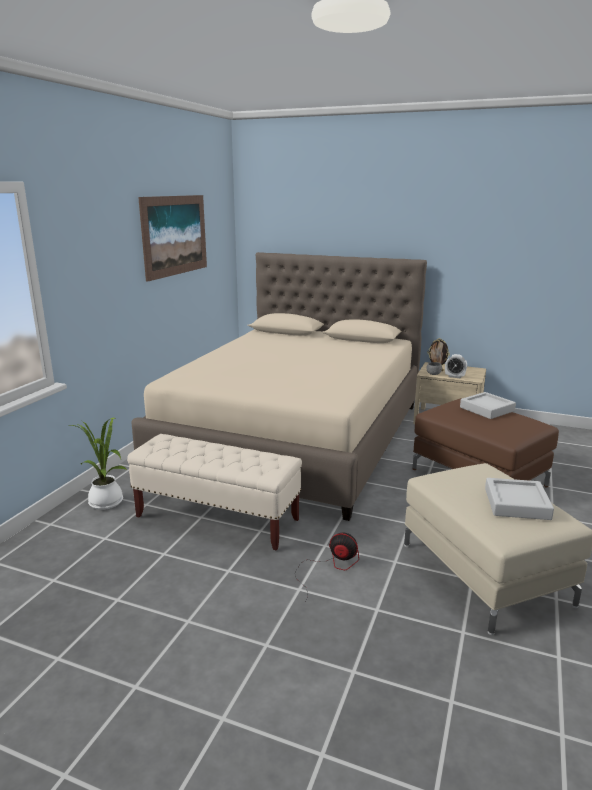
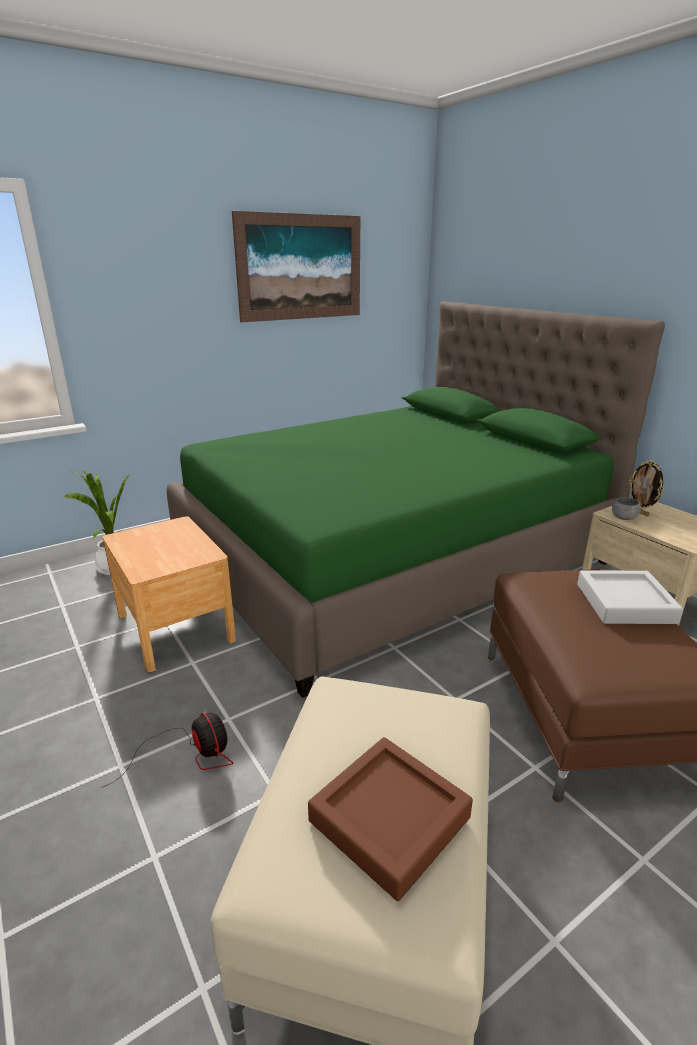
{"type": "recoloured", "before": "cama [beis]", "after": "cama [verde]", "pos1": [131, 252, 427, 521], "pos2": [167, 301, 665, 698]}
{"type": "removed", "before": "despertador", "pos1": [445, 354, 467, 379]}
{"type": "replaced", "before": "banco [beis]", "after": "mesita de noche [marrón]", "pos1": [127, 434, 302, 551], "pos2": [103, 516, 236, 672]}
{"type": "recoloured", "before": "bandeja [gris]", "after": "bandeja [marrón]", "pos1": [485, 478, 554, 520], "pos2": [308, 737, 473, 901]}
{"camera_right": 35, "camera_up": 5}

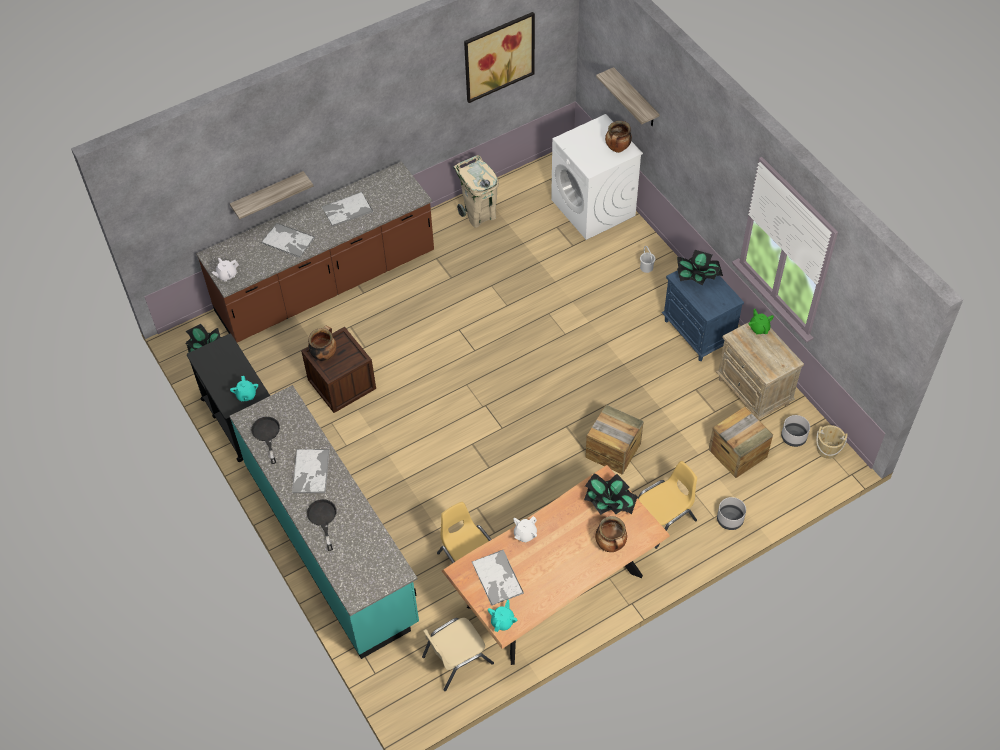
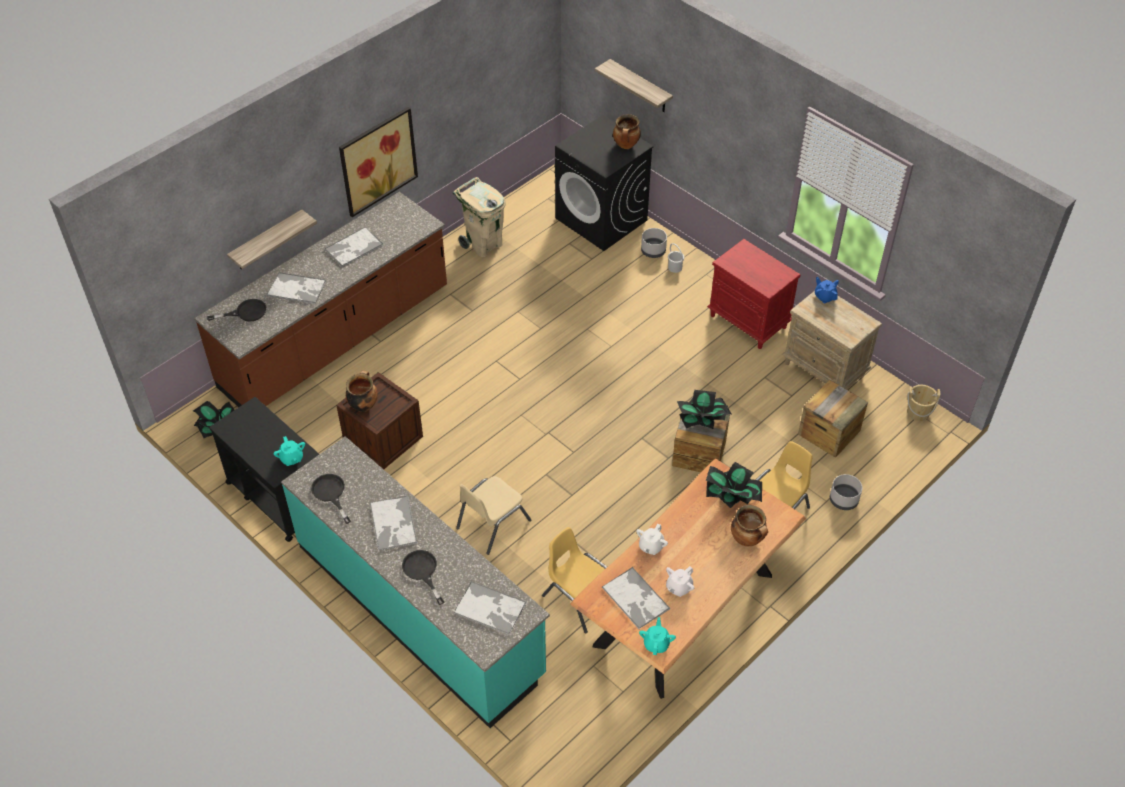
{"type": "moved", "before": "cuadro", "pos1": [464, 12, 535, 103], "pos2": [339, 107, 418, 217]}
{"type": "recoloured", "before": "lavadora [blanco]", "after": "lavadora [negro]", "pos1": [551, 114, 643, 240], "pos2": [555, 115, 654, 251]}
{"type": "moved", "before": "planta en maceta", "pos1": [677, 250, 723, 285], "pos2": [677, 390, 731, 429]}
{"type": "moved", "before": "tetera [blanco]", "pos1": [212, 258, 239, 281], "pos2": [666, 566, 694, 597]}
{"type": "recoloured", "before": "mesita de noche [azul]", "after": "mesita de noche [rojo]", "pos1": [662, 270, 744, 361], "pos2": [707, 239, 800, 349]}
{"type": "recoloured", "before": "tetera [verde]", "after": "tetera [azul]", "pos1": [748, 309, 774, 335], "pos2": [815, 277, 839, 303]}
{"type": "moved", "before": "maceta [gris]", "pos1": [781, 415, 810, 447], "pos2": [641, 228, 667, 258]}
{"type": "moved", "before": "silla [beis]", "pos1": [422, 618, 494, 691], "pos2": [456, 476, 531, 555]}
{"type": "added", "after": "sartén [negro]", "pos2": [207, 299, 266, 322]}
{"type": "added", "after": "bandeja", "pos2": [454, 581, 527, 635]}
{"camera_right": -15, "camera_up": -5}

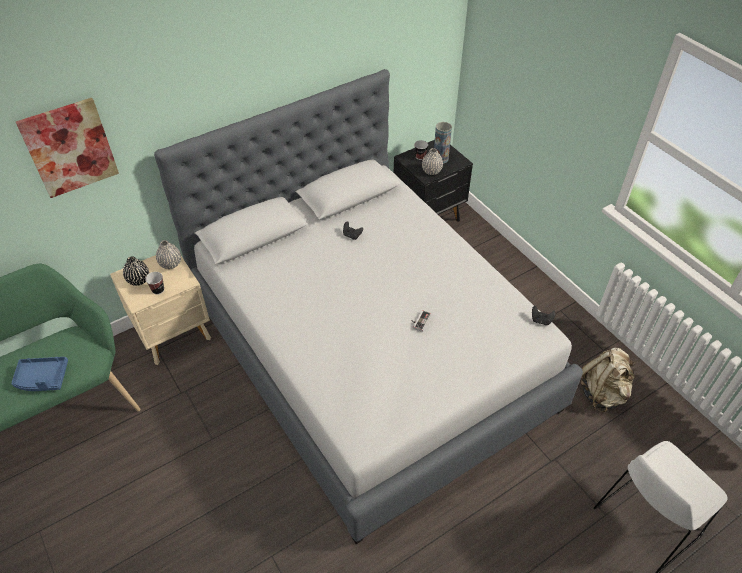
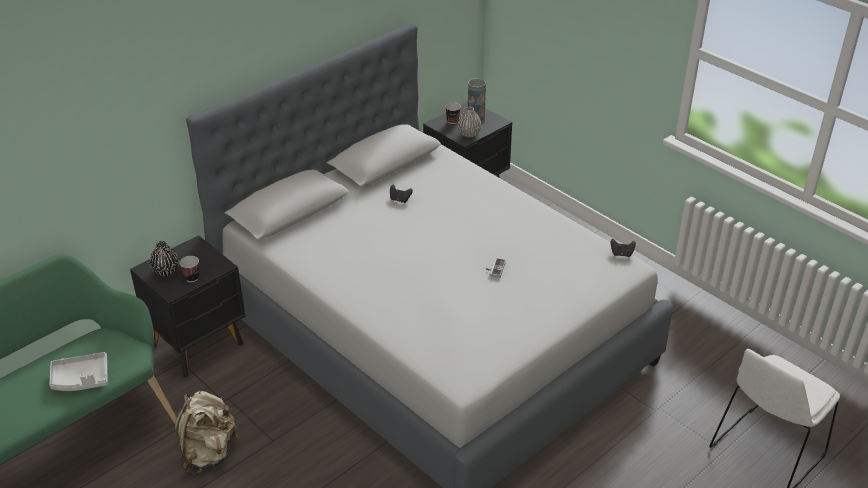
{"type": "removed", "before": "cuadro", "pos1": [16, 98, 119, 198]}
{"type": "removed", "before": "florero [gris]", "pos1": [156, 240, 181, 269]}
{"type": "recoloured", "before": "mesita de noche [beis]", "after": "mesita de noche [negro]", "pos1": [110, 255, 211, 365], "pos2": [130, 235, 245, 377]}
{"type": "moved", "before": "mochila [beis]", "pos1": [581, 348, 635, 412], "pos2": [175, 391, 239, 474]}
{"type": "recoloured", "before": "bandeja [azul]", "after": "bandeja [gris]", "pos1": [12, 357, 68, 391], "pos2": [49, 352, 108, 391]}
{"camera_right": -10, "camera_up": -10}

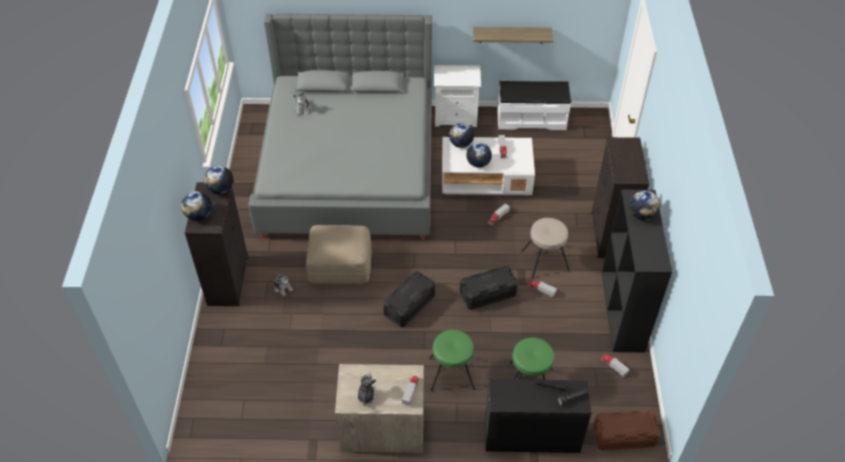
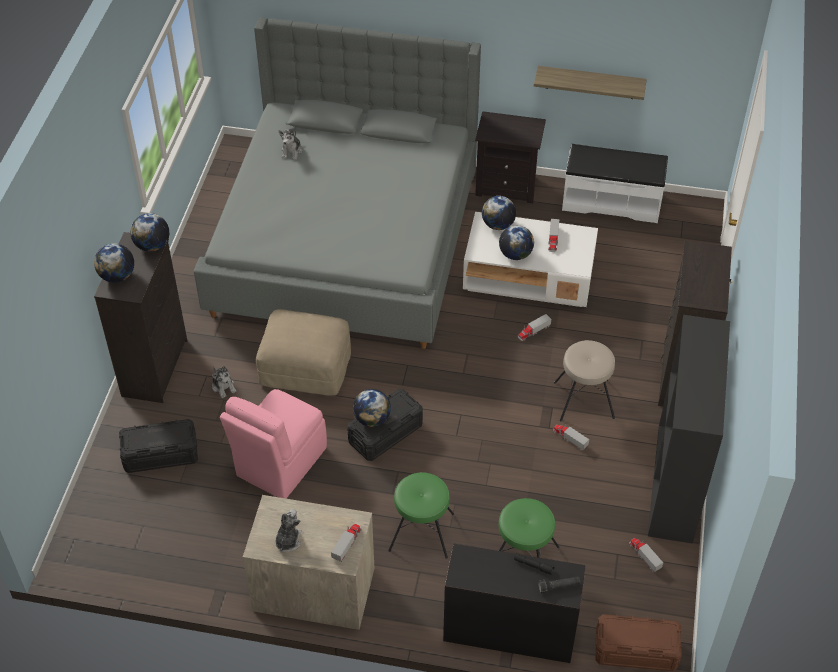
{"type": "recoloured", "before": "mesita de noche [blanco]", "after": "mesita de noche [negro]", "pos1": [434, 65, 481, 127], "pos2": [475, 111, 546, 203]}
{"type": "moved", "before": "globo terráqueo", "pos1": [629, 190, 660, 221], "pos2": [353, 389, 391, 427]}
{"type": "moved", "before": "caja de almacenaje [negro]", "pos1": [460, 266, 518, 310], "pos2": [119, 419, 198, 473]}
{"type": "added", "after": "silla [rosa]", "pos2": [220, 389, 327, 498]}
{"camera_right": 10, "camera_up": 0}

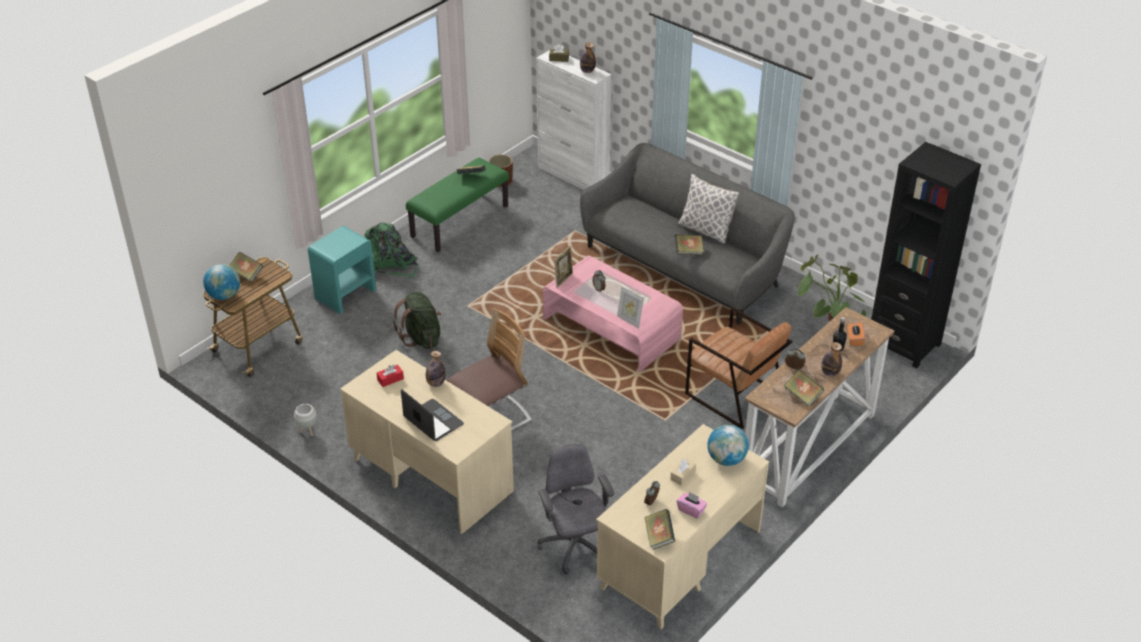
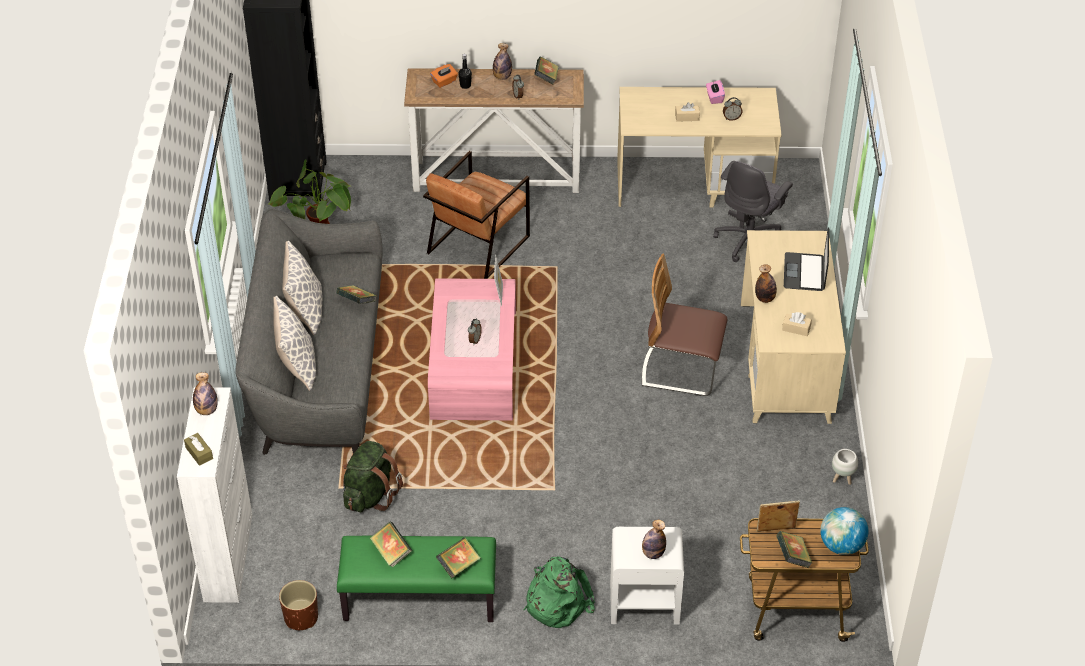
{"type": "recoloured", "before": "mesita de noche [turquesa]", "after": "mesita de noche [blanco]", "pos1": [308, 226, 376, 314], "pos2": [610, 527, 684, 625]}
{"type": "moved", "before": "portarretratos", "pos1": [554, 246, 573, 288], "pos2": [757, 501, 800, 532]}
{"type": "moved", "before": "mochila [verde]", "pos1": [393, 292, 441, 349], "pos2": [343, 441, 403, 512]}
{"type": "turned", "before": "sillón [marrón]", "pos1": [685, 307, 792, 429], "pos2": [423, 151, 530, 279], "turn": -150}
{"type": "recoloured", "before": "caja de pañuelos [rojo]", "after": "caja de pañuelos [beis]", "pos1": [377, 364, 404, 387], "pos2": [782, 312, 812, 336]}
{"type": "removed", "before": "globo terráqueo", "pos1": [707, 425, 749, 466]}
{"type": "moved", "before": "libro", "pos1": [644, 509, 675, 550], "pos2": [436, 537, 480, 579]}
{"type": "added", "after": "cojín", "pos2": [273, 296, 316, 391]}
{"type": "added", "after": "botella", "pos2": [642, 520, 666, 559]}
{"camera_right": -130, "camera_up": 5}

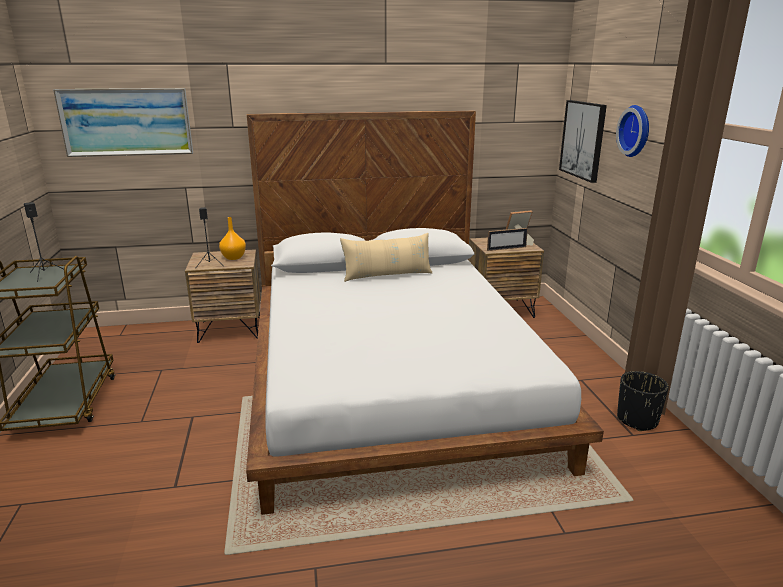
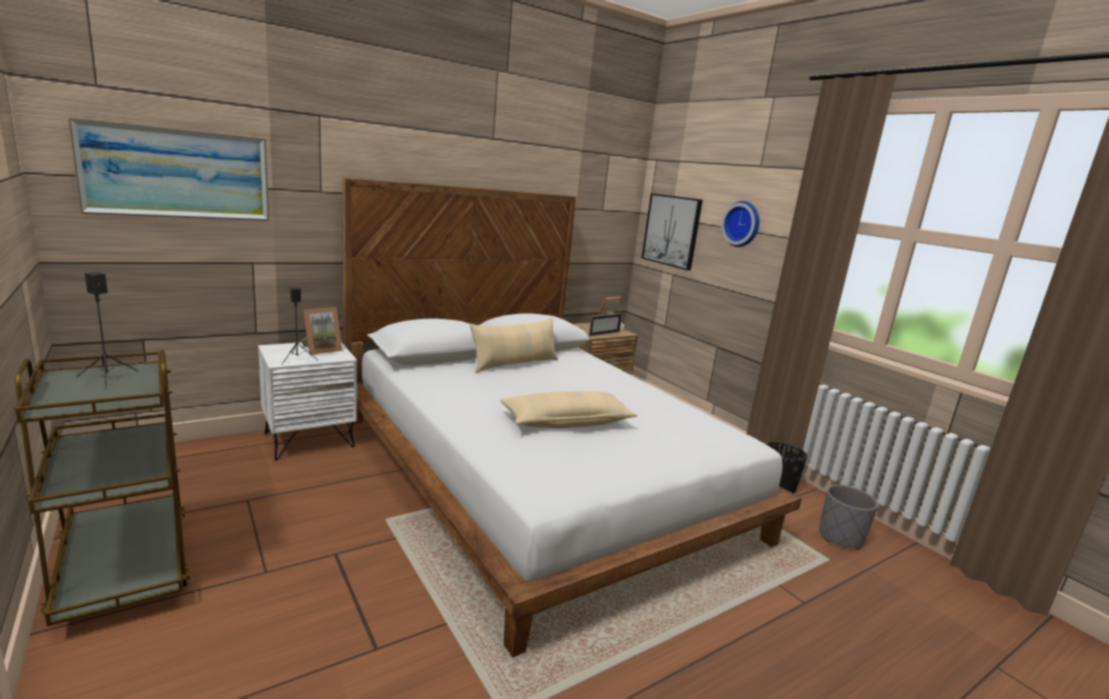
{"type": "replaced", "before": "florero [naranja]", "after": "portarretratos", "pos1": [219, 217, 246, 260], "pos2": [302, 307, 342, 355]}
{"type": "recoloured", "before": "mesita de noche [marrón]", "after": "mesita de noche [blanco]", "pos1": [185, 249, 260, 343], "pos2": [258, 342, 357, 460]}
{"type": "added", "after": "cojín [beis]", "pos2": [500, 391, 637, 428]}
{"type": "added", "after": "maceta [gris]", "pos2": [819, 485, 878, 550]}
{"camera_right": -25, "camera_up": -5}

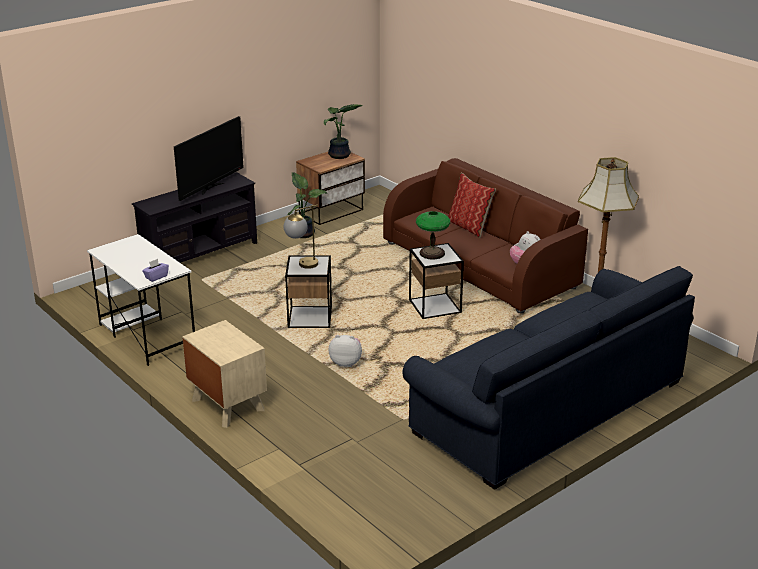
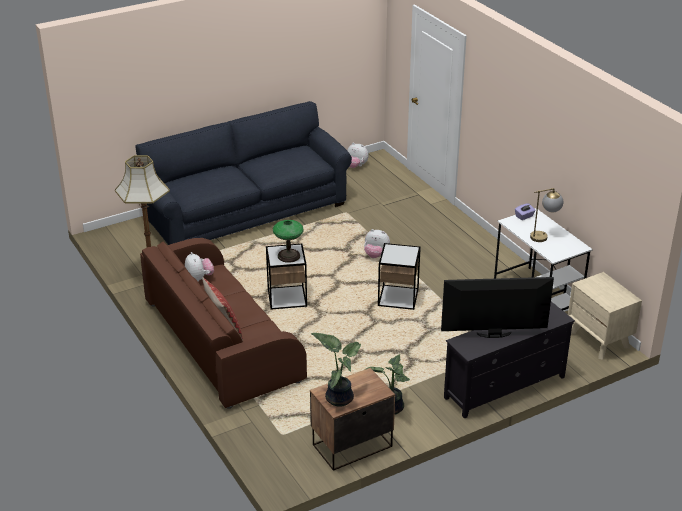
{"type": "turned", "before": "televisor", "pos1": [174, 116, 244, 201], "pos2": [441, 277, 554, 338], "turn": 45}
{"type": "moved", "before": "lámpara de mesa", "pos1": [284, 205, 318, 269], "pos2": [530, 188, 563, 242]}
{"type": "moved", "before": "mesita de noche [beis]", "pos1": [182, 320, 267, 428], "pos2": [568, 272, 642, 360]}
{"type": "added", "after": "peluche", "pos2": [347, 143, 369, 168]}
{"camera_right": -170, "camera_up": 5}

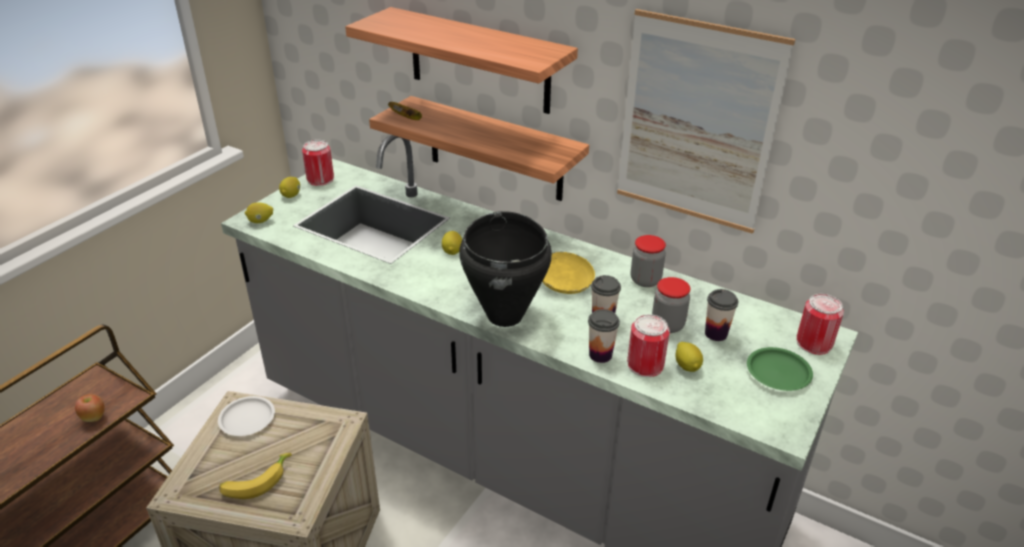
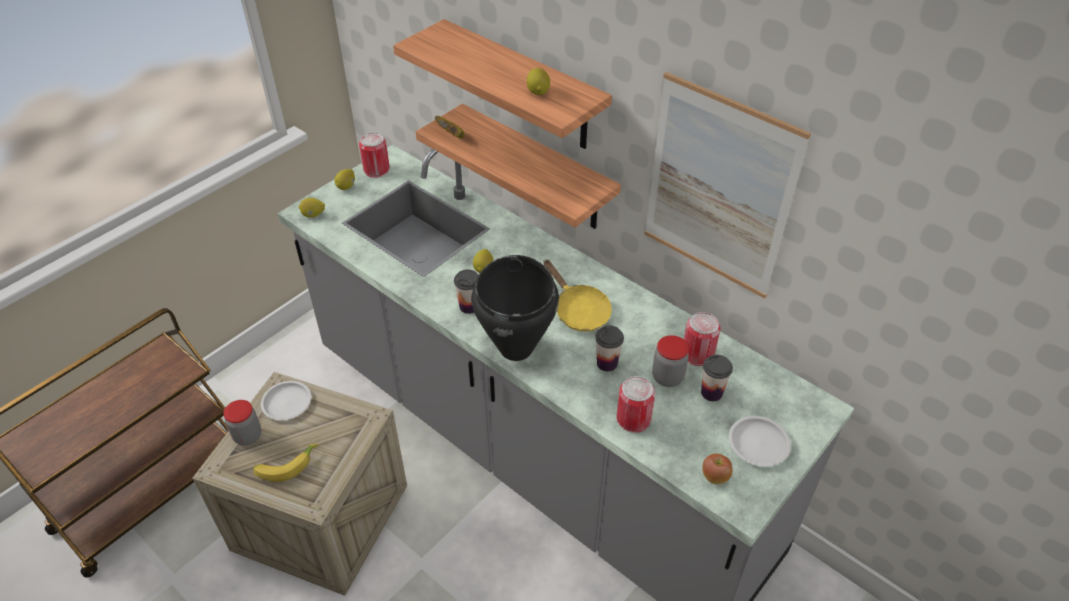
{"type": "moved", "before": "tarro", "pos1": [631, 235, 666, 287], "pos2": [223, 400, 261, 445]}
{"type": "moved", "before": "lata", "pos1": [797, 294, 844, 355], "pos2": [684, 312, 721, 366]}
{"type": "moved", "before": "taza", "pos1": [588, 309, 620, 363], "pos2": [454, 269, 479, 314]}
{"type": "moved", "before": "limón", "pos1": [675, 342, 703, 372], "pos2": [527, 68, 550, 95]}
{"type": "recoloured", "before": "plato [verde]", "after": "plato [blanco]", "pos1": [747, 347, 813, 391], "pos2": [729, 416, 791, 467]}
{"type": "moved", "before": "manzana", "pos1": [75, 394, 105, 422], "pos2": [702, 454, 732, 484]}
{"camera_right": 10, "camera_up": 10}

